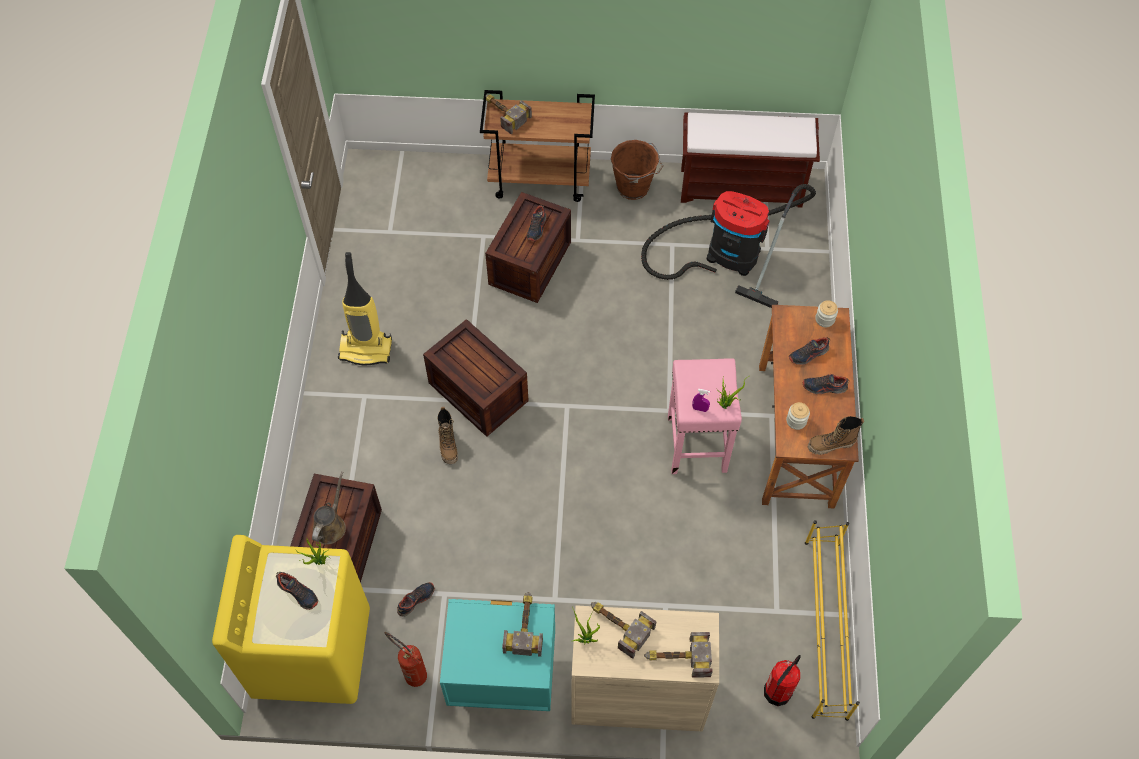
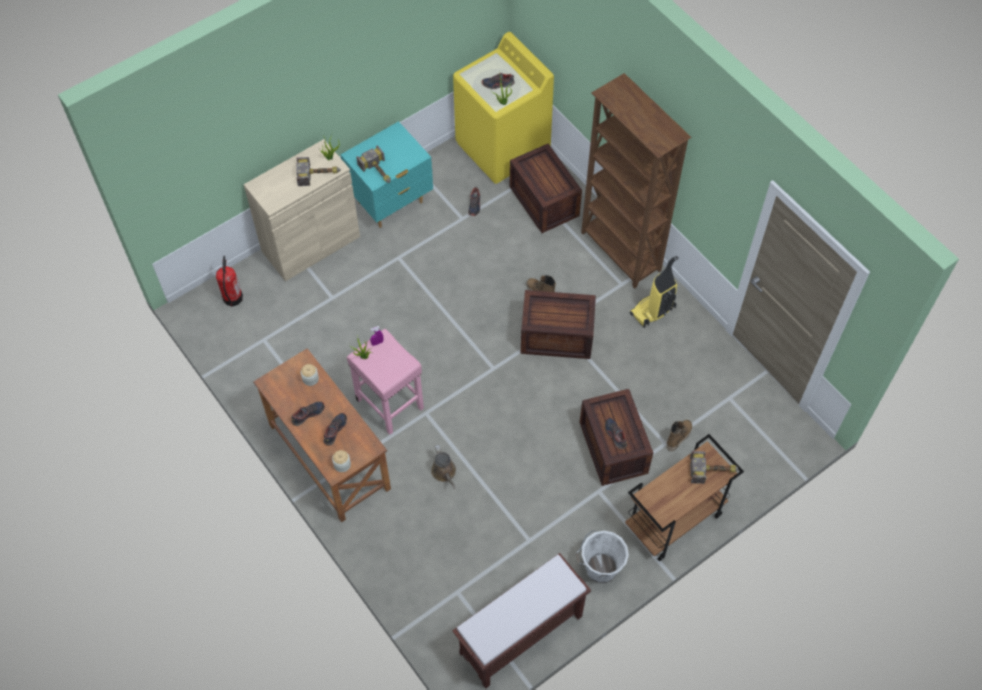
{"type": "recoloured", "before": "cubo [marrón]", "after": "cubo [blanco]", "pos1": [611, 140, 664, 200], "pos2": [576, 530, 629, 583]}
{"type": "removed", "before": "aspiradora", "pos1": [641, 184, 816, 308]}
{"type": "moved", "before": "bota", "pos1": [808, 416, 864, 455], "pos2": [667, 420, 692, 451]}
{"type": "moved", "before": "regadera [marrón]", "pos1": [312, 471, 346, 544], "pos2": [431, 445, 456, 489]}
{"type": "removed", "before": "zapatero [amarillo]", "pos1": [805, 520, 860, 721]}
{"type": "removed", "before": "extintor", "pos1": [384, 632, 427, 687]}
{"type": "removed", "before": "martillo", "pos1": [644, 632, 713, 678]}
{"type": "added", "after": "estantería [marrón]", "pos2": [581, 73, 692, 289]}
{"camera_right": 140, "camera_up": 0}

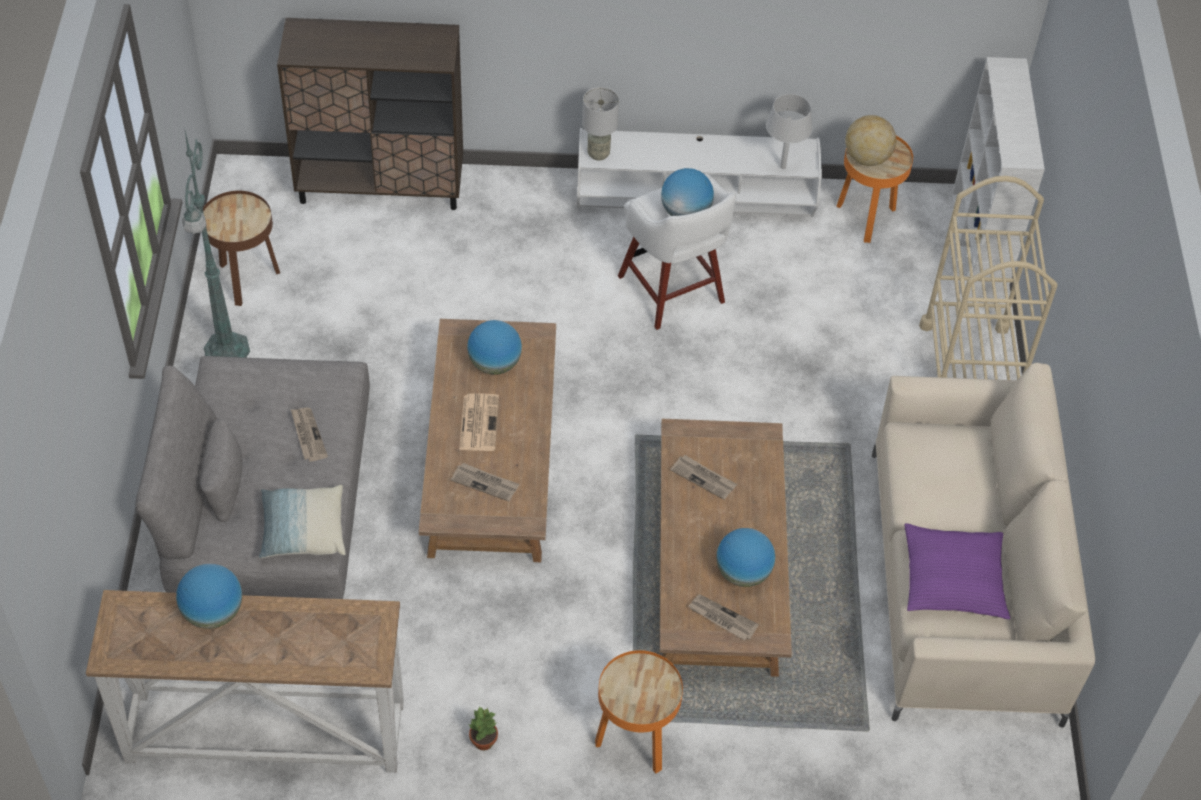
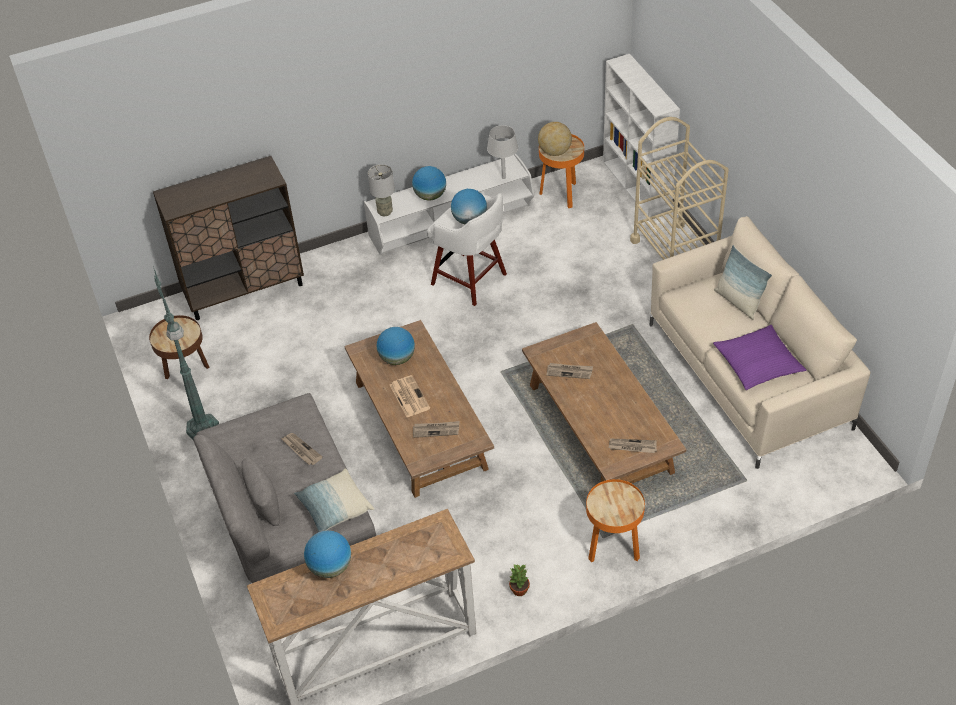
{"type": "moved", "before": "globo terráqueo", "pos1": [716, 528, 775, 587], "pos2": [412, 166, 446, 201]}
{"type": "added", "after": "cojín", "pos2": [714, 245, 772, 320]}
{"camera_right": -20, "camera_up": -5}

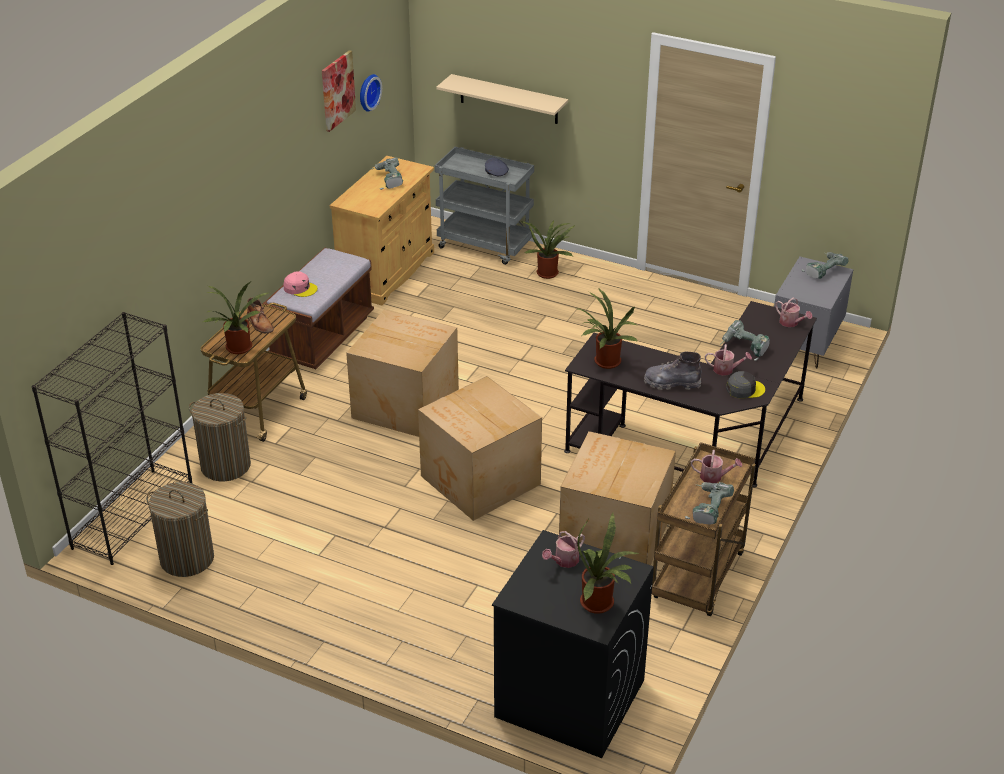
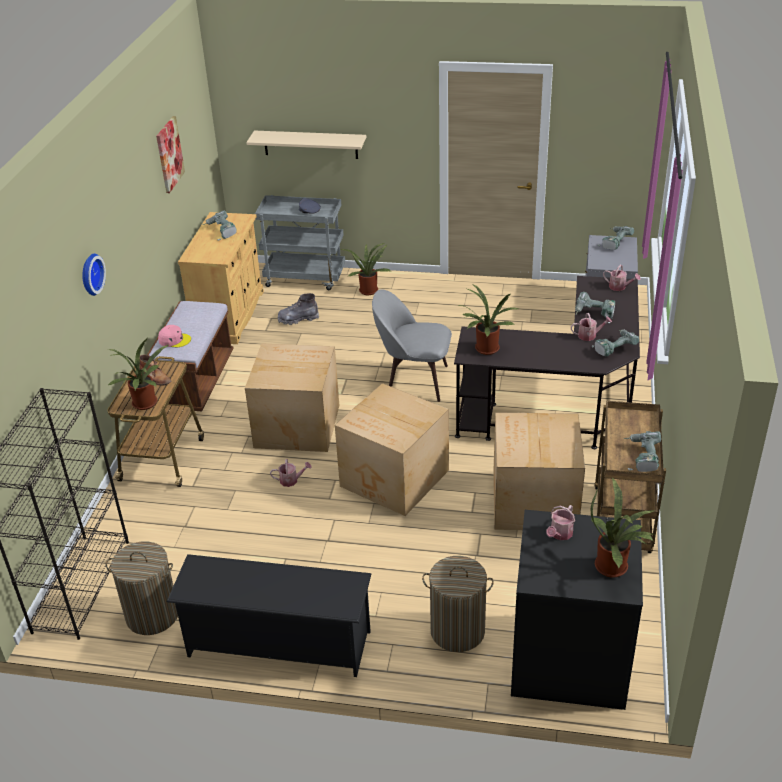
{"type": "moved", "before": "reloj de pared", "pos1": [360, 74, 382, 112], "pos2": [82, 253, 106, 296]}
{"type": "moved", "before": "bota [gris]", "pos1": [644, 352, 701, 390], "pos2": [278, 293, 319, 325]}
{"type": "replaced", "before": "gorra [gris]", "after": "taladro", "pos1": [726, 371, 765, 399], "pos2": [592, 329, 639, 356]}
{"type": "moved", "before": "cesto de la ropa", "pos1": [189, 393, 251, 481], "pos2": [422, 556, 494, 652]}
{"type": "moved", "before": "regadera", "pos1": [691, 450, 742, 483], "pos2": [270, 459, 312, 487]}
{"type": "added", "after": "silla [gris]", "pos2": [372, 289, 452, 402]}
{"type": "added", "after": "zapatero [negro]", "pos2": [167, 554, 371, 677]}
{"camera_right": -15, "camera_up": 0}

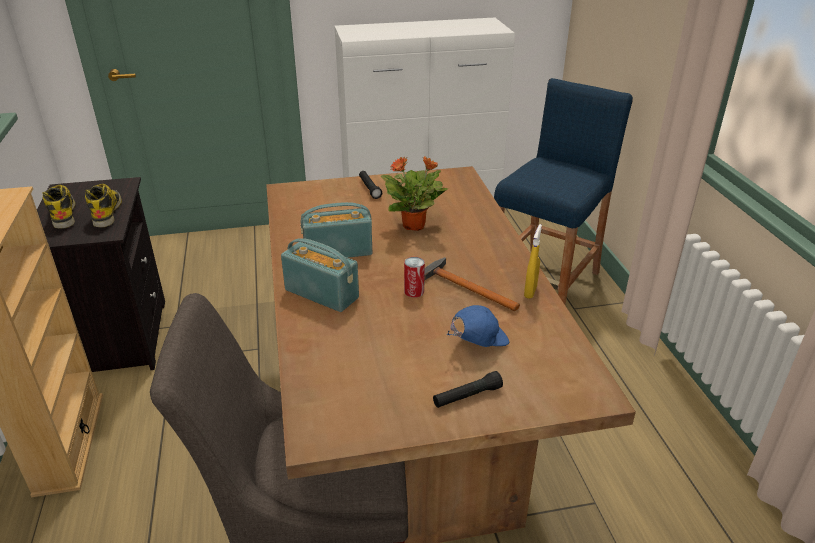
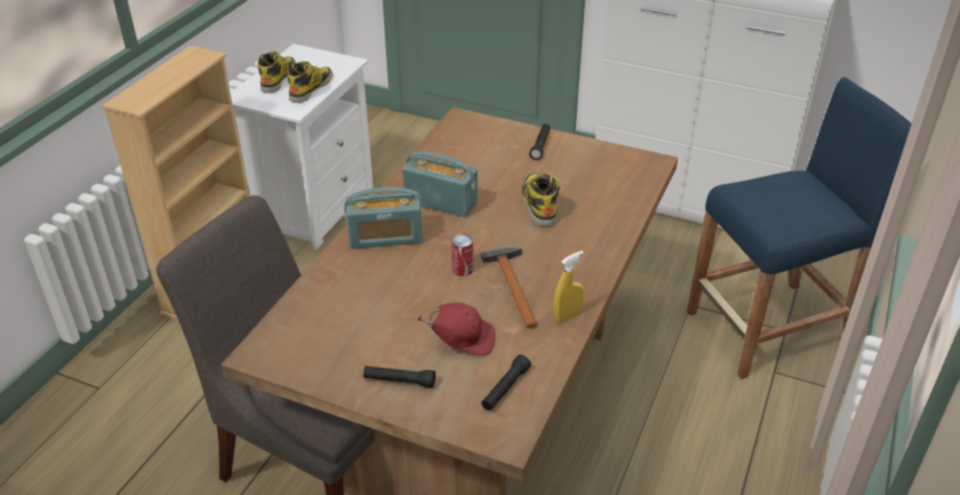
{"type": "replaced", "before": "planta en maceta", "after": "bota", "pos1": [381, 156, 448, 231], "pos2": [521, 173, 560, 226]}
{"type": "recoloured", "before": "mesita de noche [negro]", "after": "mesita de noche [blanco]", "pos1": [37, 177, 165, 372], "pos2": [230, 44, 373, 250]}
{"type": "turned", "before": "radio", "pos1": [281, 238, 359, 312], "pos2": [344, 187, 423, 249], "turn": 105}
{"type": "recoloured", "before": "gorra [azul]", "after": "gorra [rojo]", "pos1": [447, 305, 509, 347], "pos2": [417, 302, 495, 355]}
{"type": "added", "after": "linterna [negro]", "pos2": [481, 355, 531, 411]}
{"camera_right": 35, "camera_up": 5}

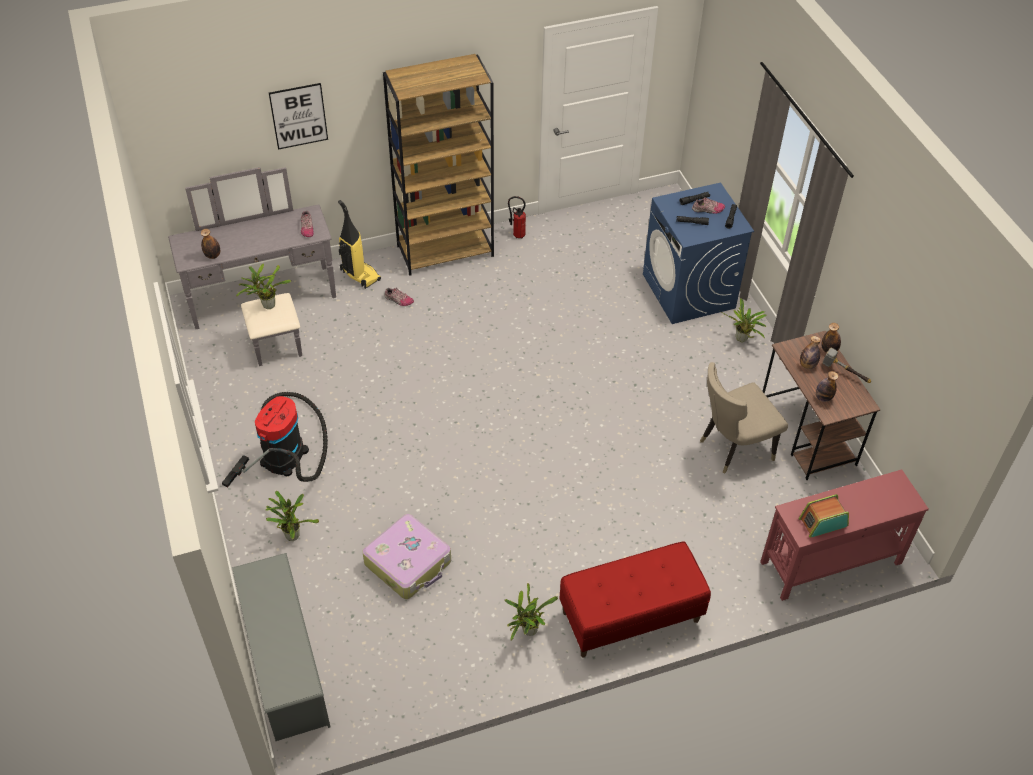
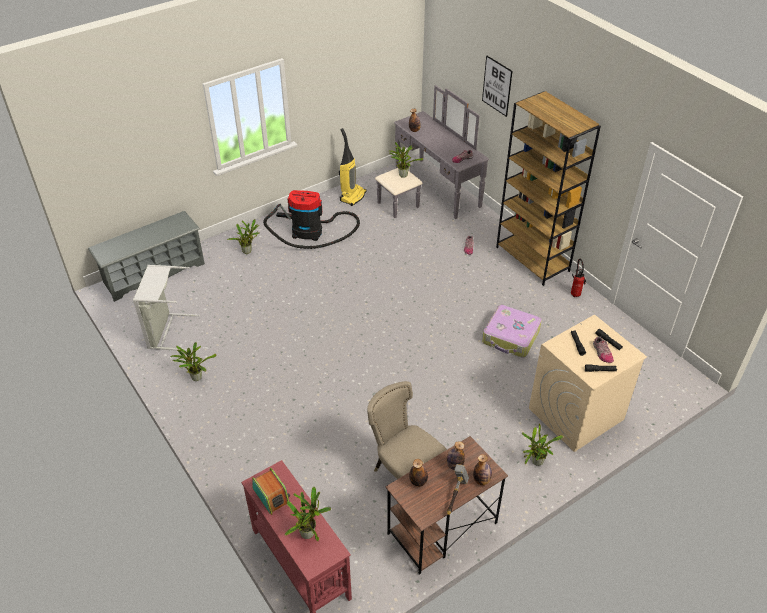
{"type": "recoloured", "before": "lavadora [azul]", "after": "lavadora [beis]", "pos1": [643, 183, 754, 324], "pos2": [529, 315, 647, 452]}
{"type": "moved", "before": "aspiradora", "pos1": [338, 200, 381, 289], "pos2": [339, 128, 367, 206]}
{"type": "moved", "before": "maleta", "pos1": [362, 514, 451, 599], "pos2": [482, 305, 542, 358]}
{"type": "removed", "before": "banco [rojo]", "pos1": [560, 542, 711, 658]}
{"type": "added", "after": "cesto de la ropa [gris]", "pos2": [133, 265, 200, 351]}
{"type": "added", "after": "planta en maceta", "pos2": [285, 487, 331, 542]}
{"camera_right": 75, "camera_up": -5}

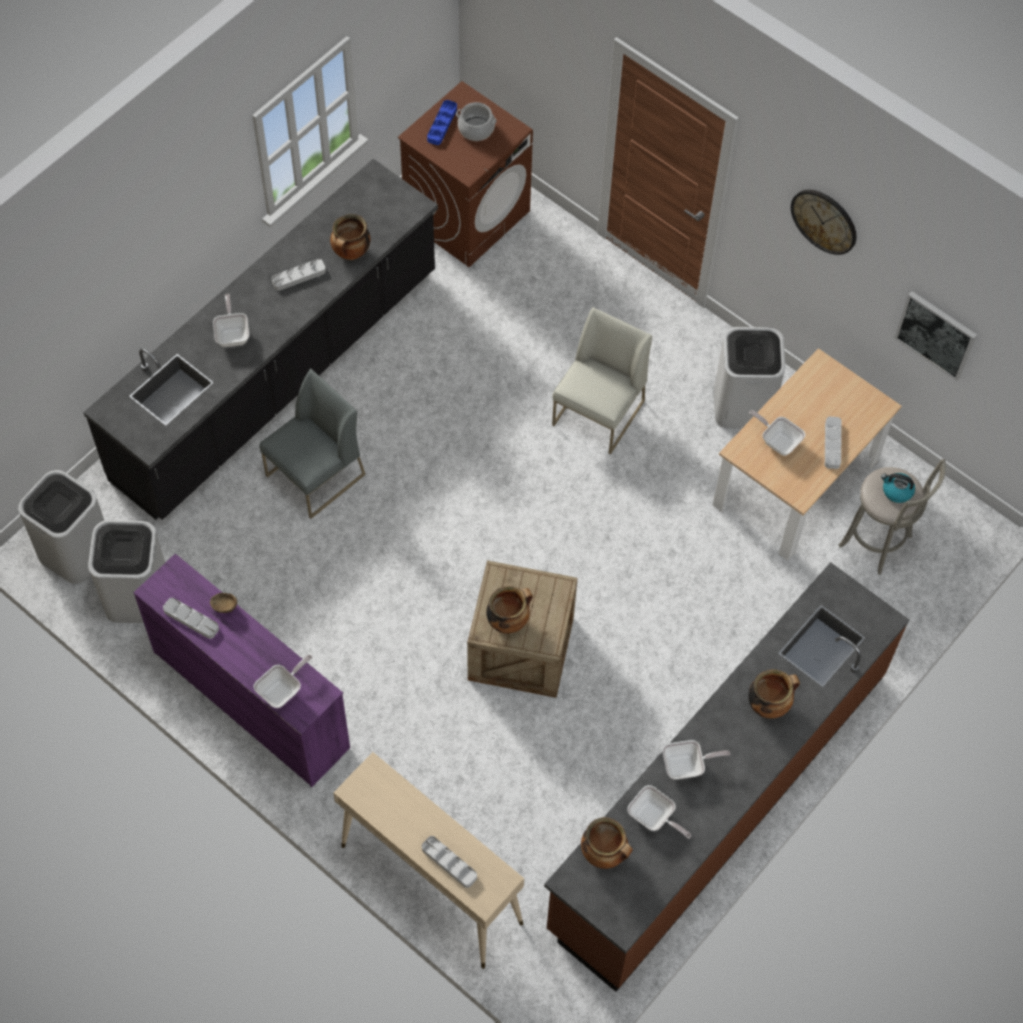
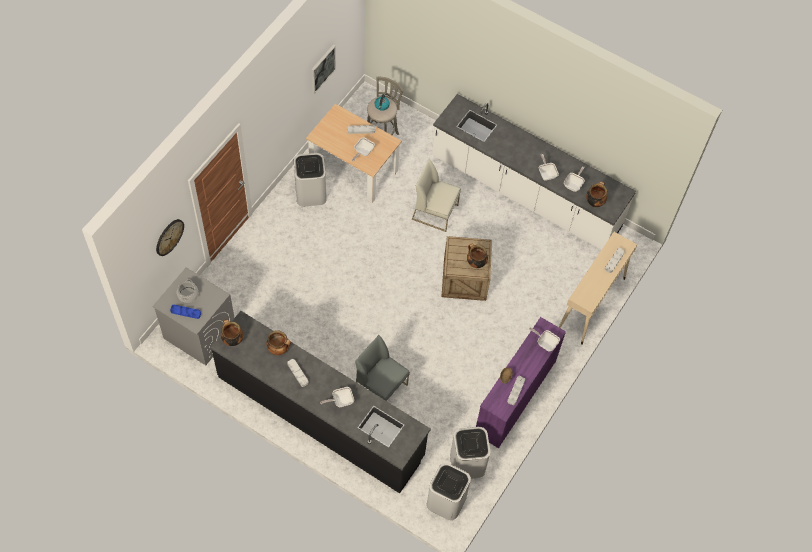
{"type": "recoloured", "before": "lavadora [marrón]", "after": "lavadora [gris]", "pos1": [398, 81, 533, 267], "pos2": [152, 267, 235, 365]}
{"type": "moved", "before": "reloj de pared", "pos1": [791, 190, 857, 255], "pos2": [156, 219, 184, 256]}
{"type": "moved", "before": "silla [blanco]", "pos1": [552, 307, 652, 454], "pos2": [412, 159, 461, 232]}
{"type": "recoloured", "before": "mueble bajo de cocina [marrón]", "after": "mueble bajo de cocina [blanco]", "pos1": [544, 562, 909, 992], "pos2": [432, 94, 636, 250]}
{"type": "moved", "before": "olla", "pos1": [748, 669, 800, 719], "pos2": [221, 319, 243, 346]}
{"camera_right": -100, "camera_up": 0}

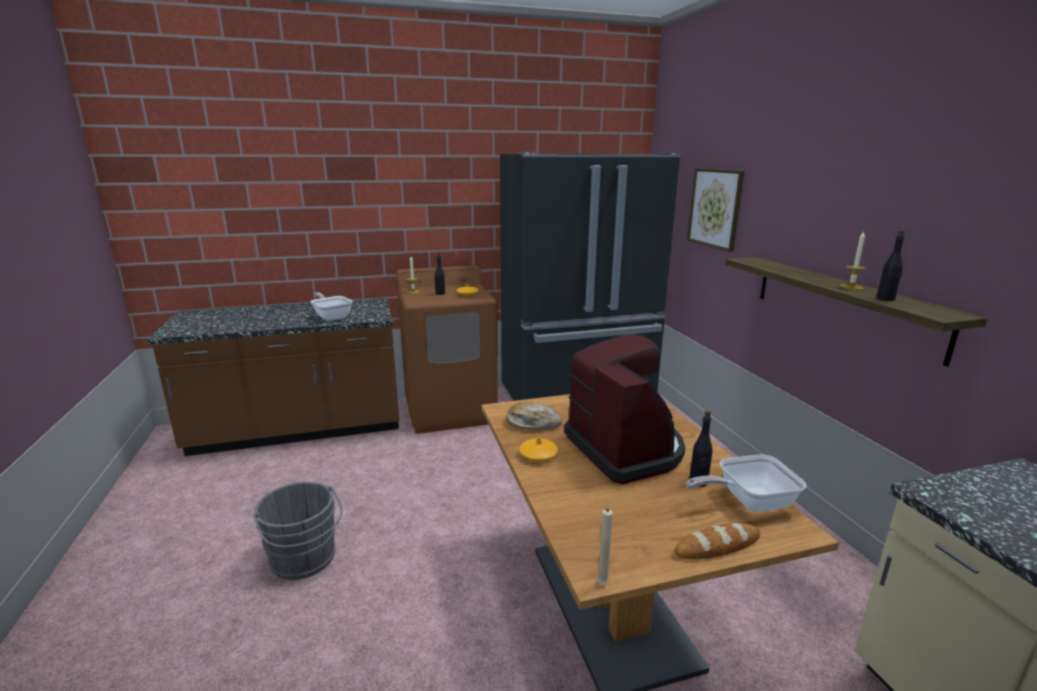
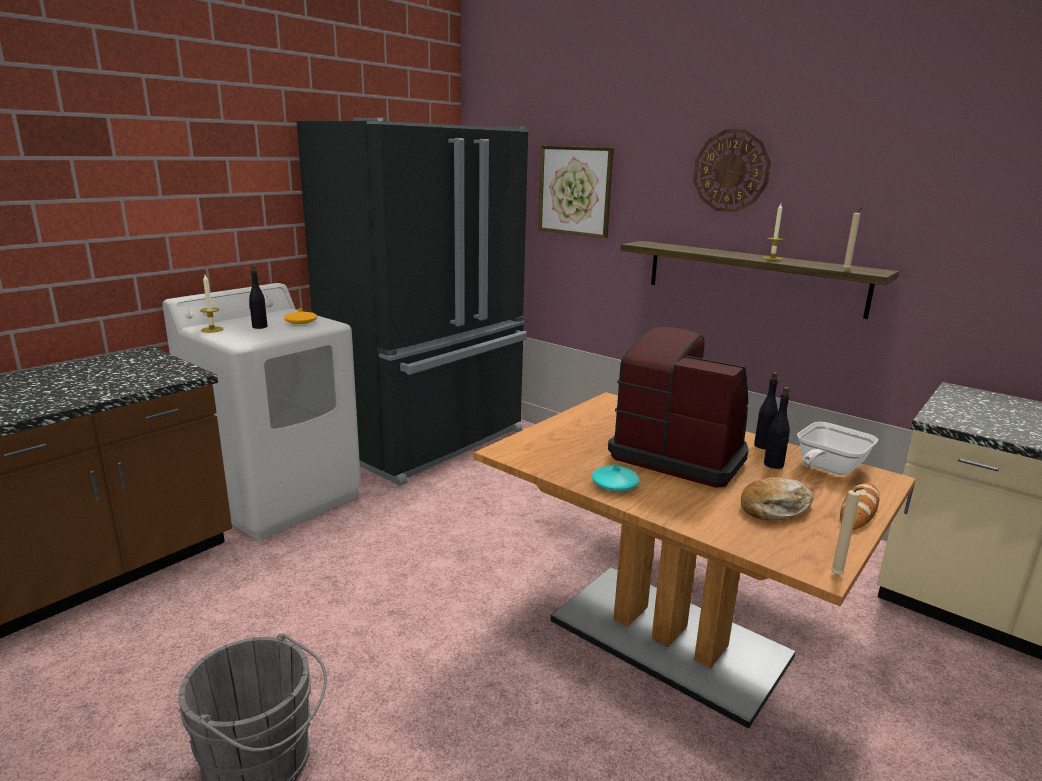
{"type": "moved", "before": "botella [negro]", "pos1": [876, 230, 905, 301], "pos2": [754, 372, 778, 450]}
{"type": "recoloured", "before": "lavadora [marrón]", "after": "lavadora [blanco]", "pos1": [396, 265, 498, 434], "pos2": [162, 283, 361, 540]}
{"type": "removed", "before": "sartén", "pos1": [310, 292, 353, 321]}
{"type": "moved", "before": "pan", "pos1": [506, 402, 562, 429], "pos2": [741, 477, 814, 521]}
{"type": "recoloured", "before": "florero [naranja]", "after": "florero [turquesa]", "pos1": [519, 438, 558, 461], "pos2": [592, 465, 640, 491]}
{"type": "added", "after": "reloj de pared", "pos2": [693, 129, 771, 212]}
{"type": "added", "after": "vela [beis]", "pos2": [843, 207, 863, 270]}
{"camera_right": -35, "camera_up": 0}

